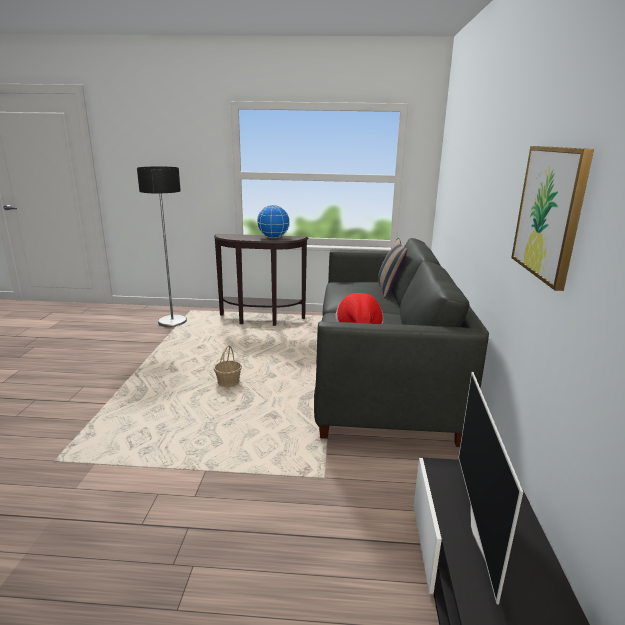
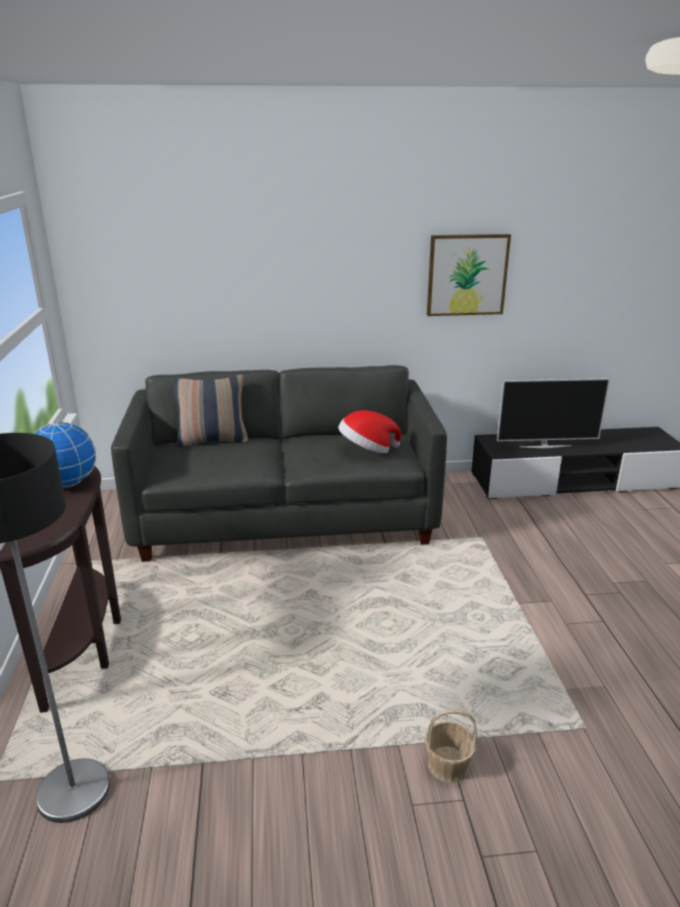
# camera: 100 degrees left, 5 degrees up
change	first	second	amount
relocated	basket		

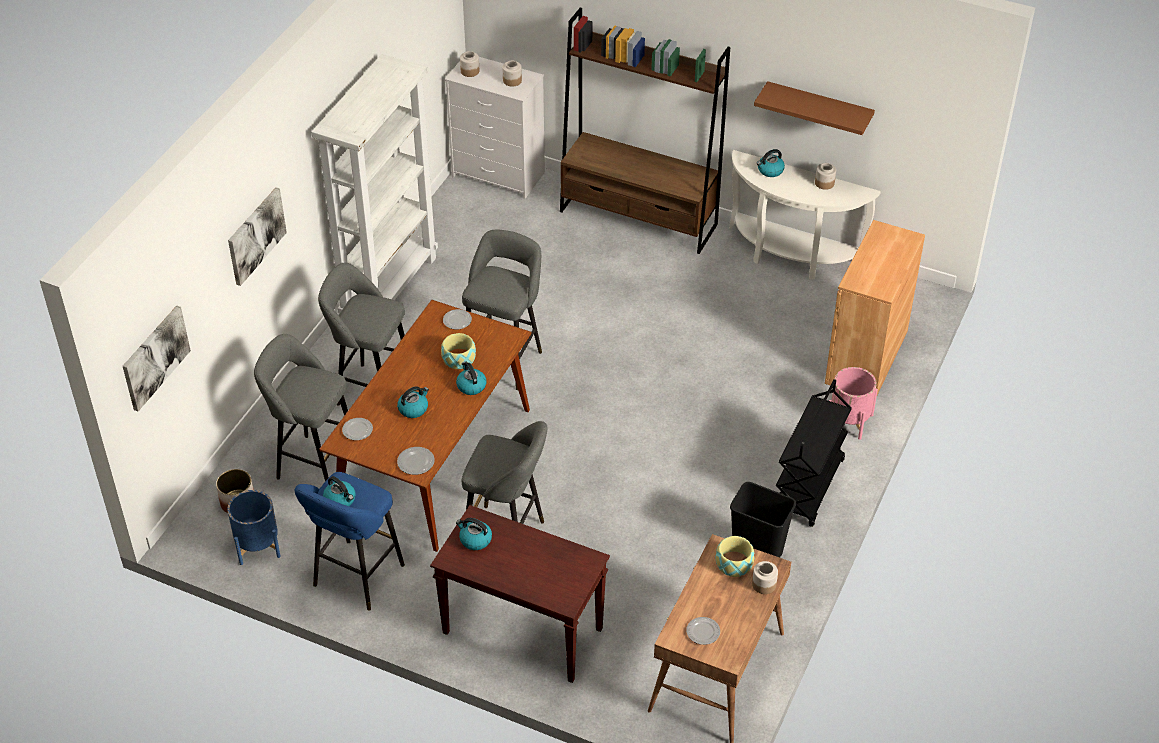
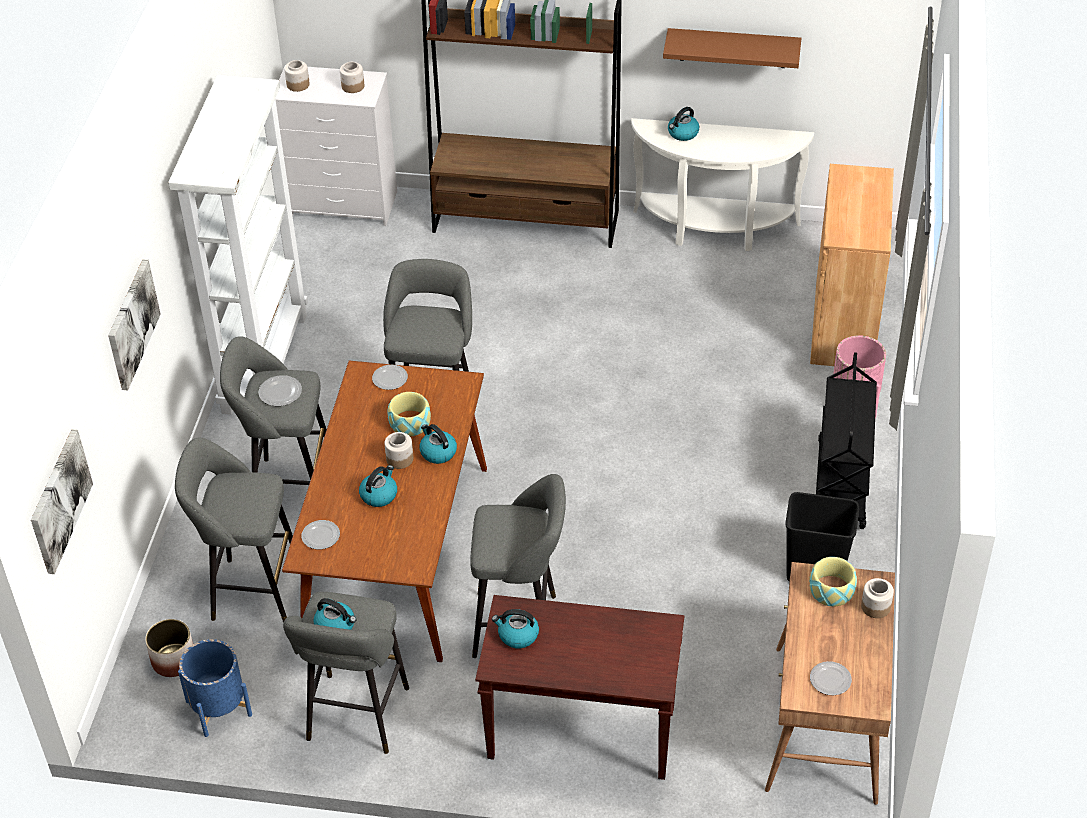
# camera: 15 degrees left, 0 degrees up
change	first	second	amount
relocated	plate (no. 2 from left in the first image)	plate (no. 1 from left)	
colour	blue stool	grey stool (no. 3 from left)	
relocated	jar (no. 4 from left in the first image)	jar (no. 3 from left)	

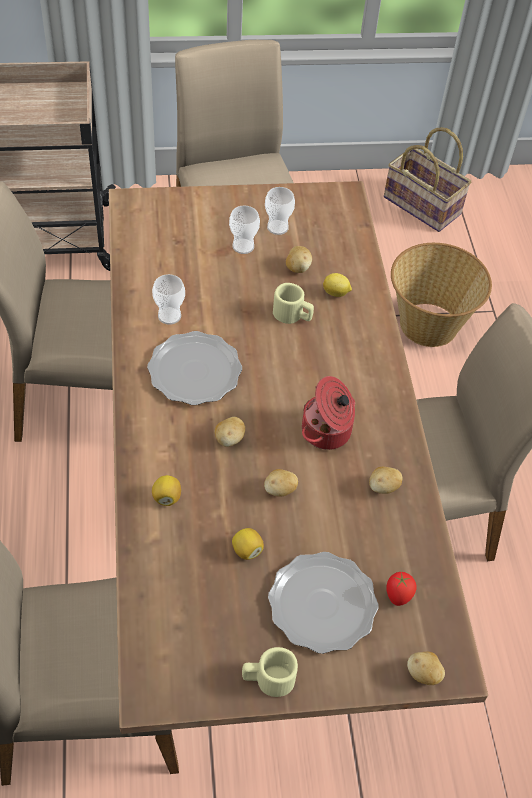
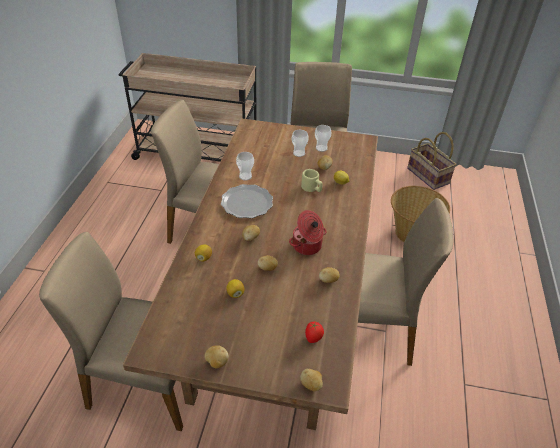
# camera: 20 degrees right, 10 degrees down
change	first	second	amount
exchanged	beige mug (no. 1 from left)	potato (no. 1 from left)	
missing	plate (no. 2 from left)		

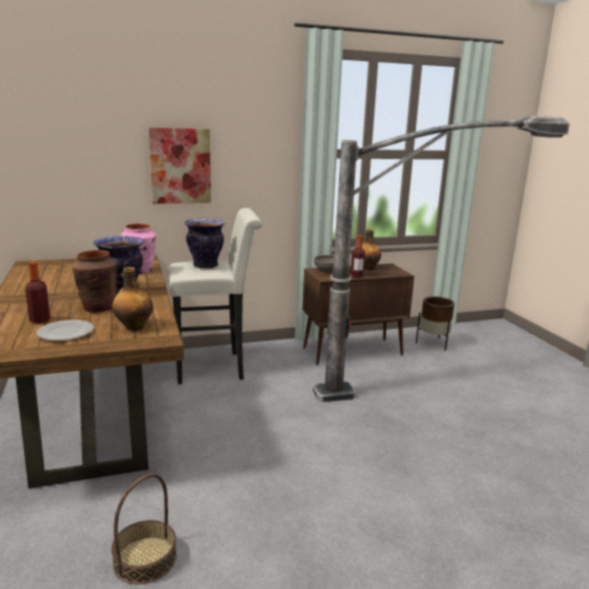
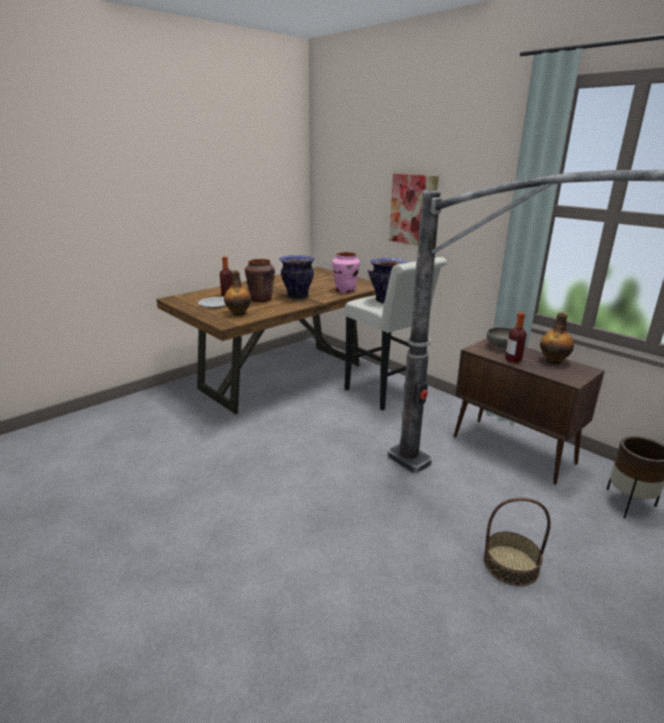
# camera: 65 degrees right, 5 degrees up
change	first	second	amount
relocated	basket		

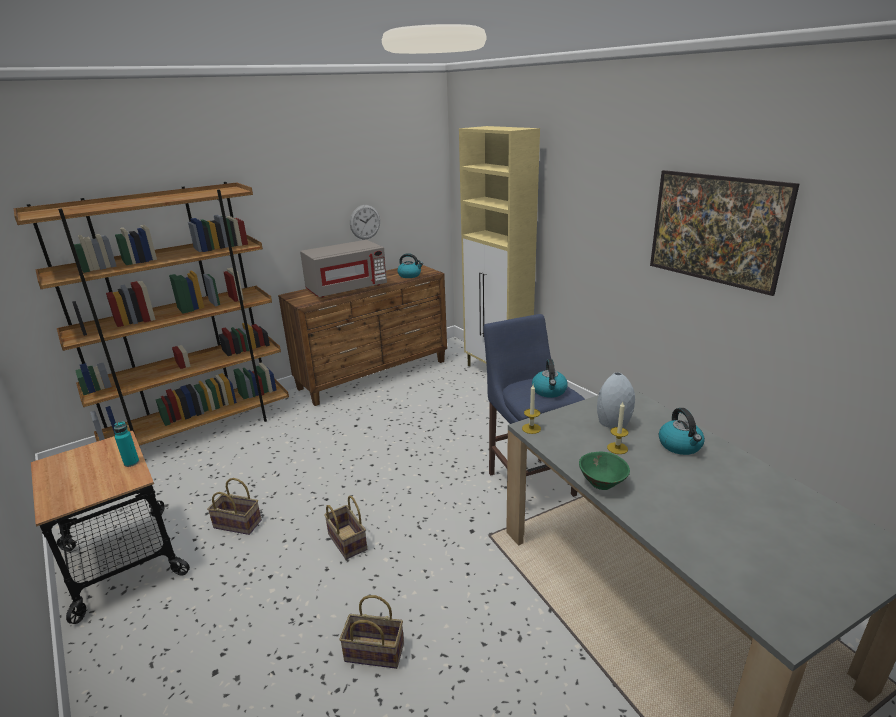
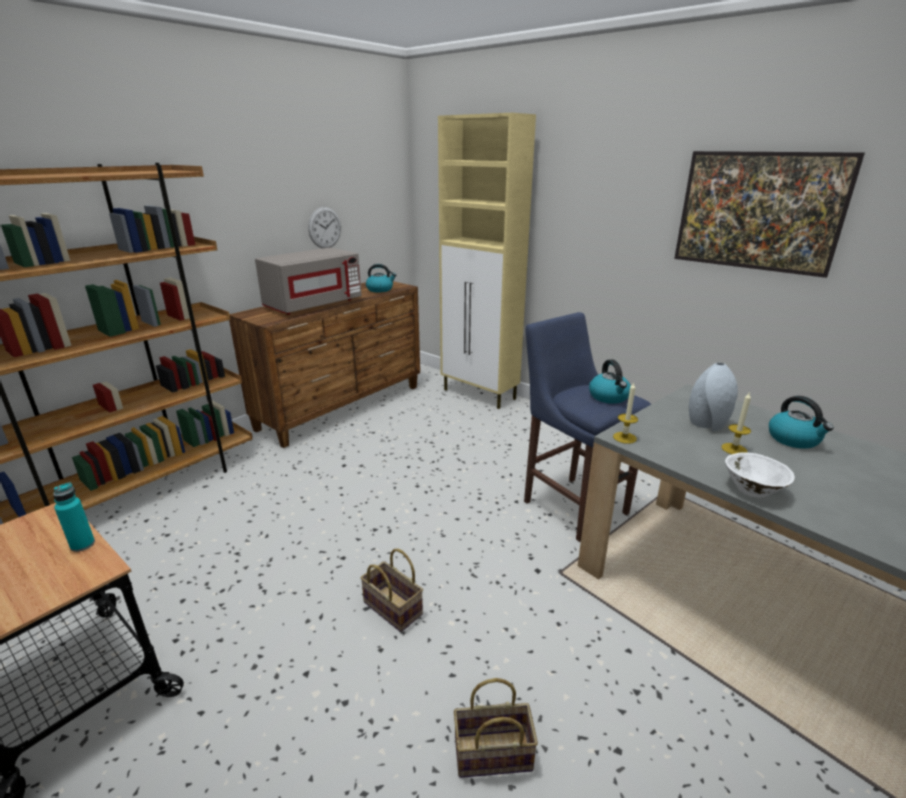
# camera: 15 degrees left, 0 degrees up
change	first	second	amount
colour	green bowl	white bowl	
missing	basket (no. 1 from left)		

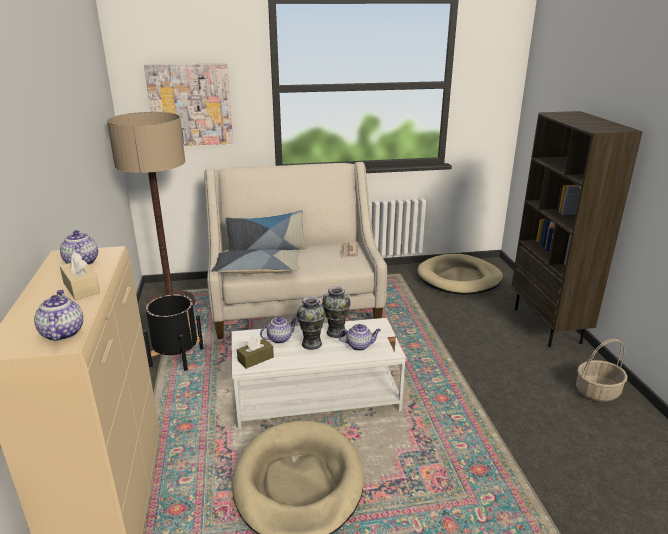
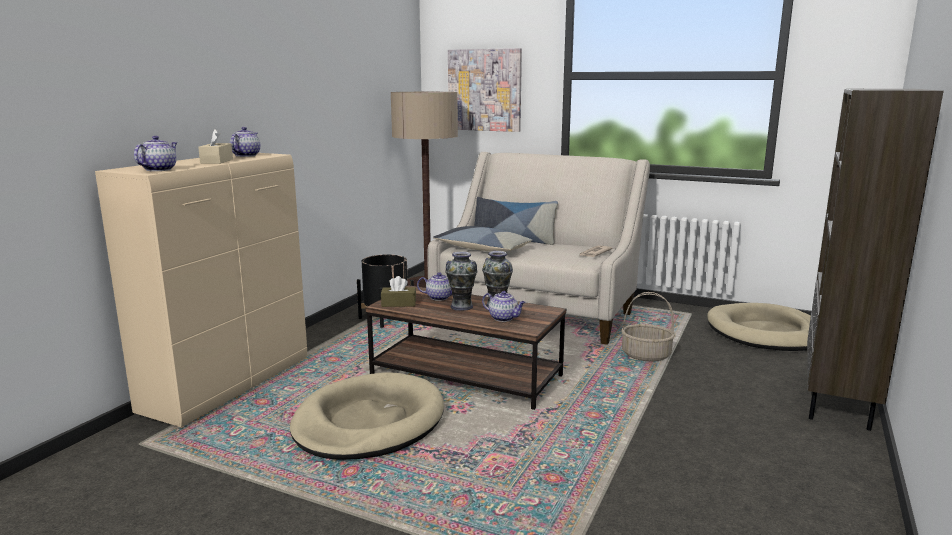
# camera: 35 degrees right, 10 degrees down
change	first	second	amount
colour	white coffee table	brown coffee table	
relocated	basket		

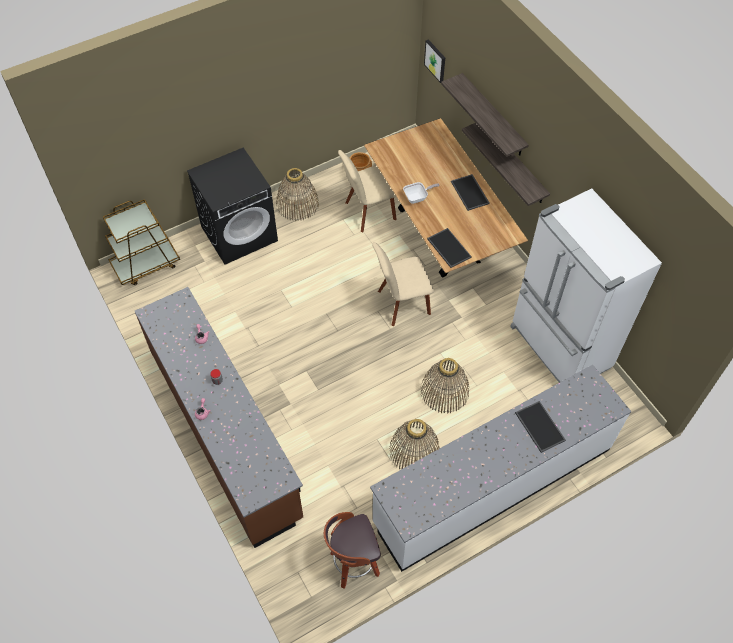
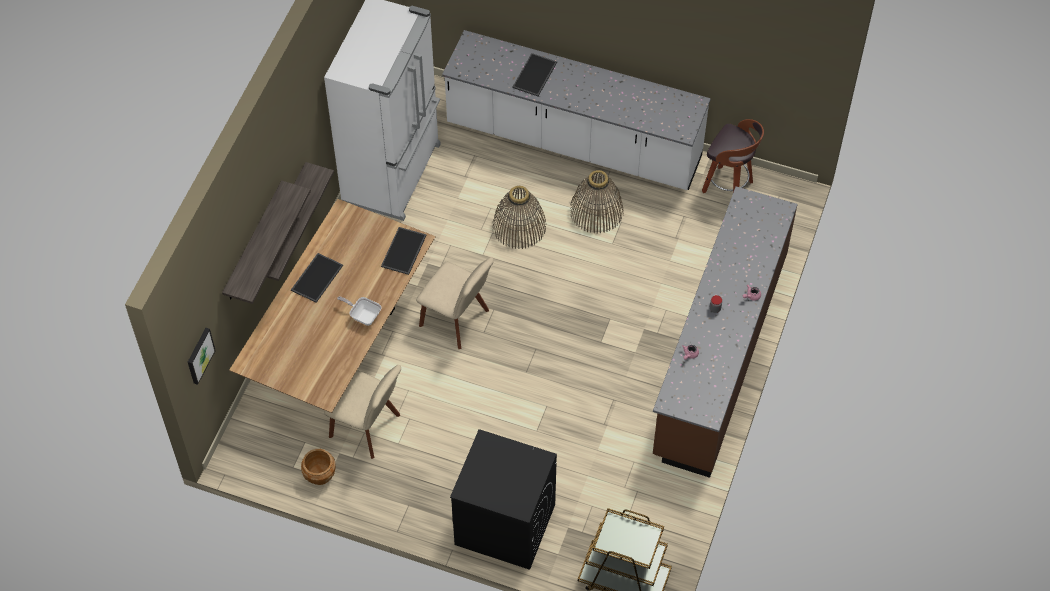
# camera: 130 degrees left, 0 degrees up
change	first	second	amount
missing	basket (no. 1 from left)		

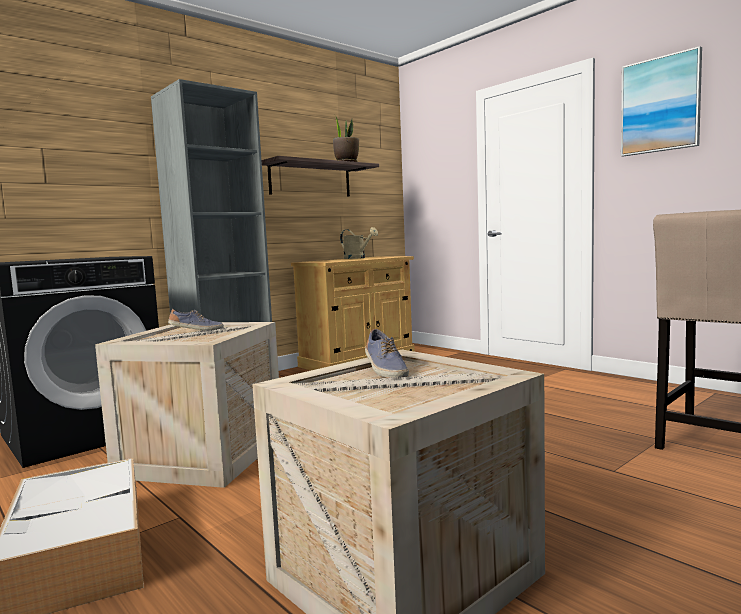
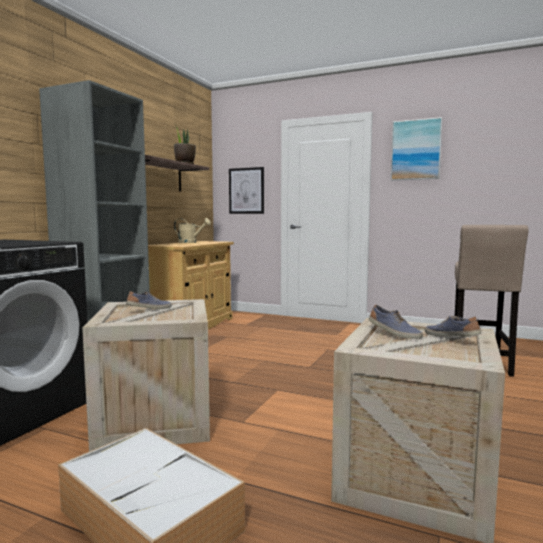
# camera: 25 degrees left, 0 degrees up
change	first	second	amount
appeared		picture (no. 1 from left)	
appeared		shoe (no. 3 from left)	

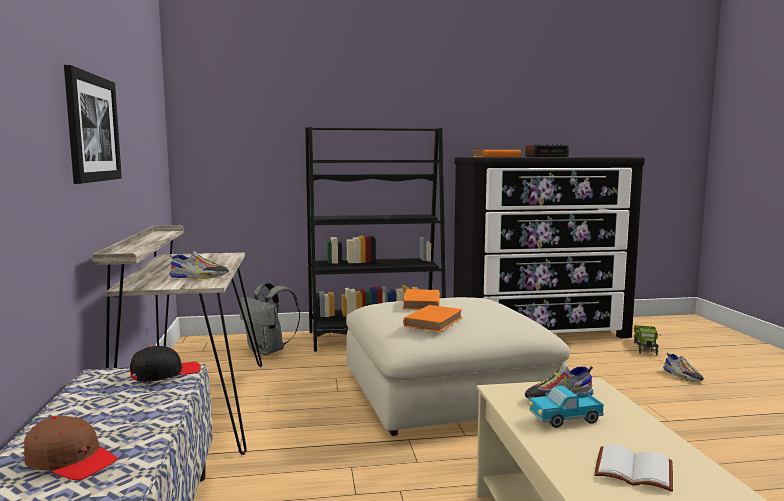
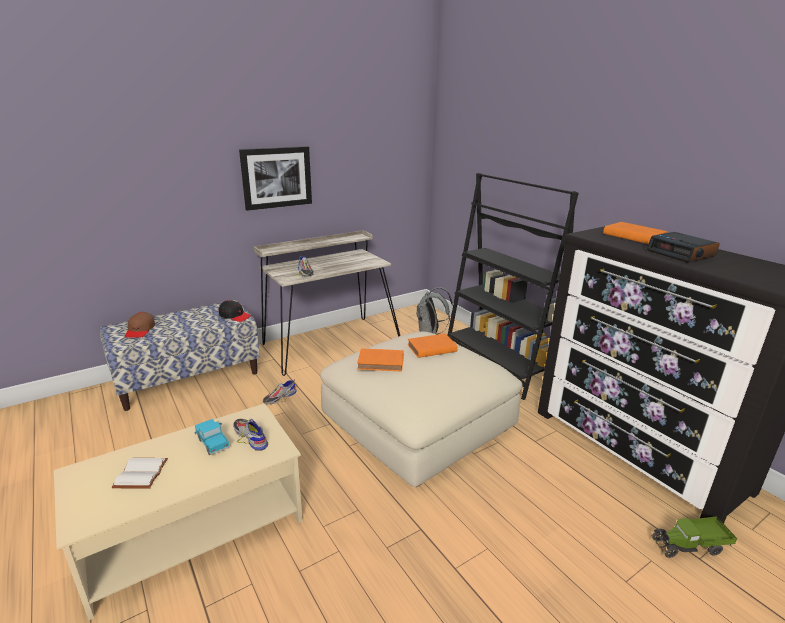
# camera: 65 degrees right, 15 degrees up
change	first	second	amount
relocated	shoe (no. 3 from left in the first image)	shoe (no. 2 from left)	

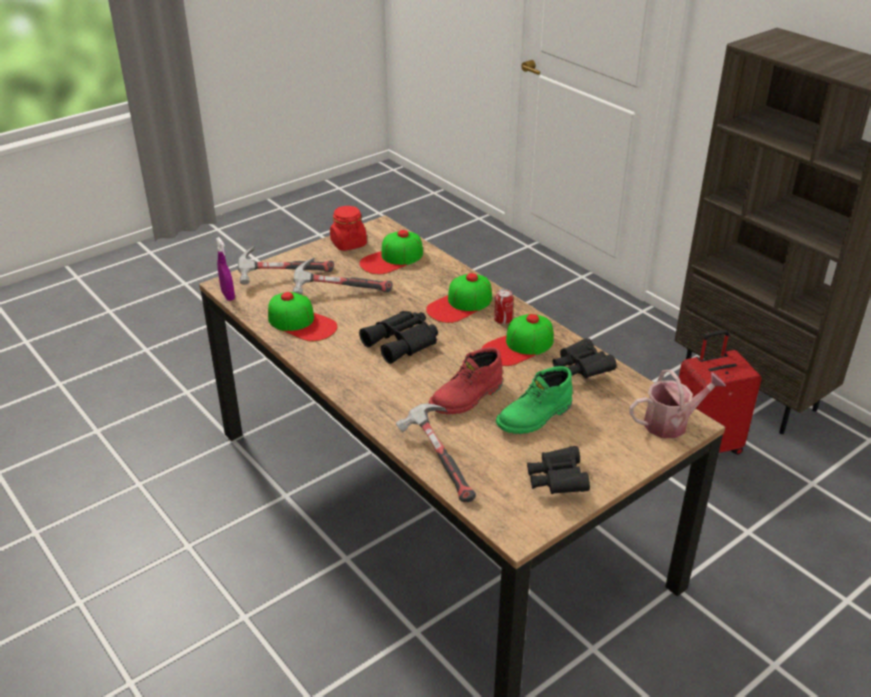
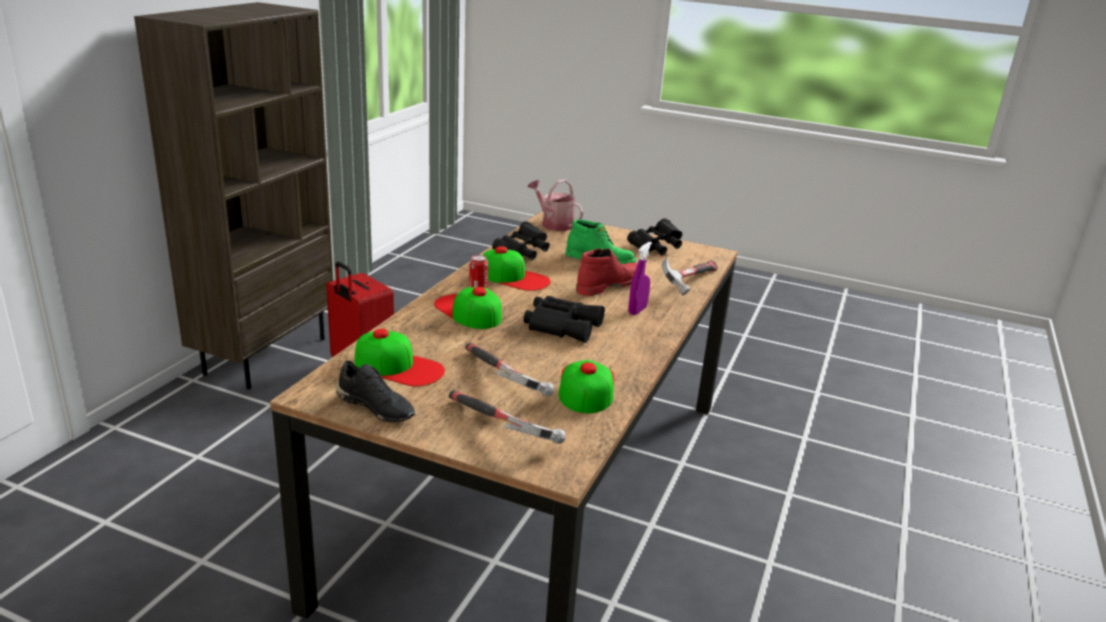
# camera: 120 degrees left, 10 degrees down
change	first	second	amount
exchanged	red jar	black shoe	
spun	cap (no. 3 from left in the first image)	cap (no. 2 from left)	150 degrees counterclockwise
spun	red boot		60 degrees counterclockwise
relocated	purple spray bottle		

